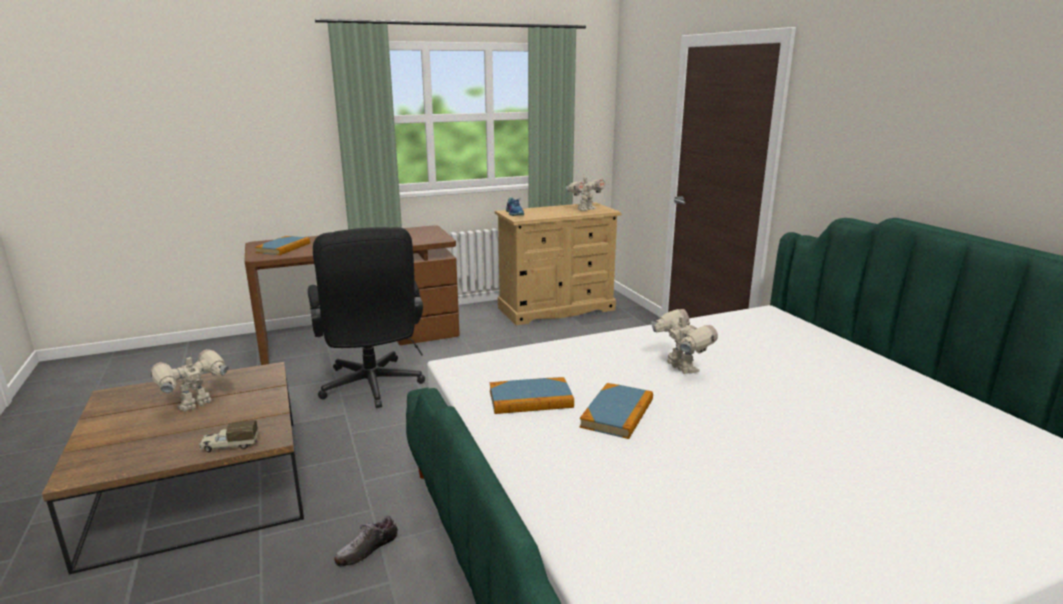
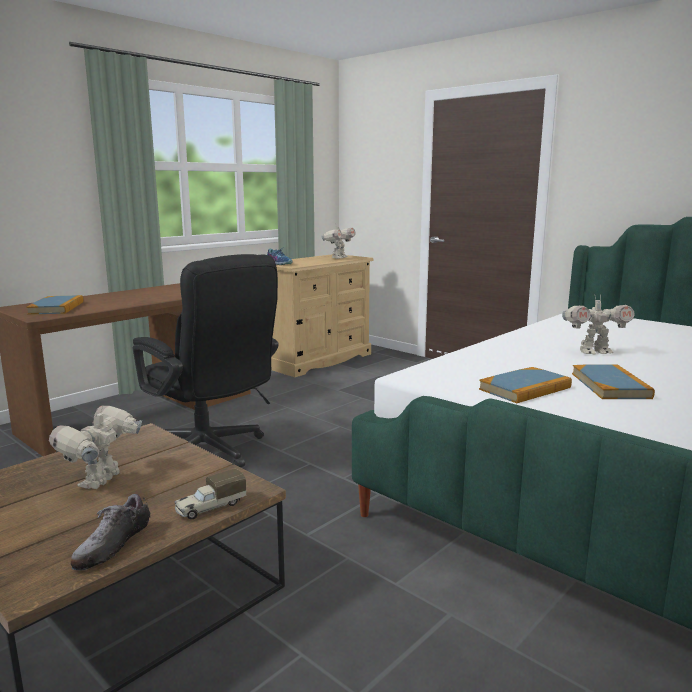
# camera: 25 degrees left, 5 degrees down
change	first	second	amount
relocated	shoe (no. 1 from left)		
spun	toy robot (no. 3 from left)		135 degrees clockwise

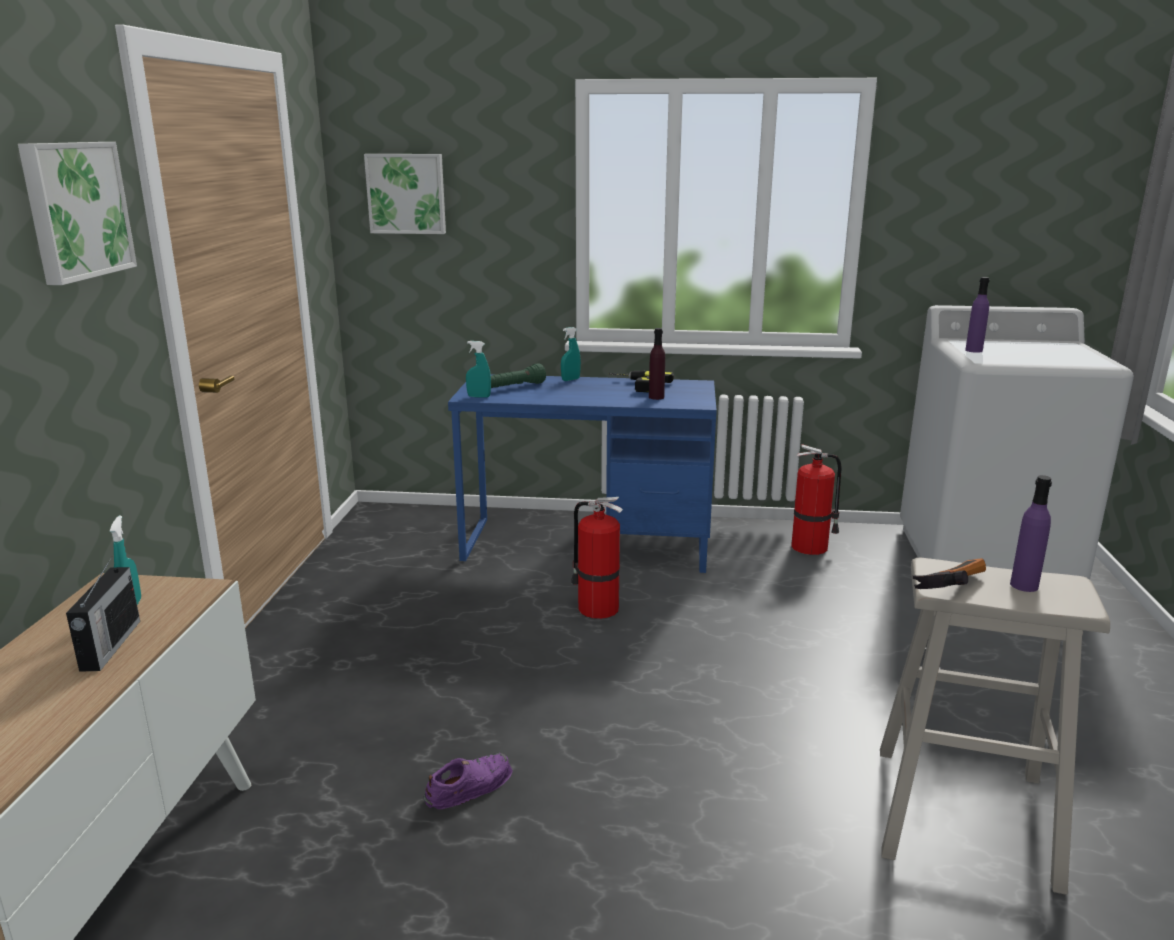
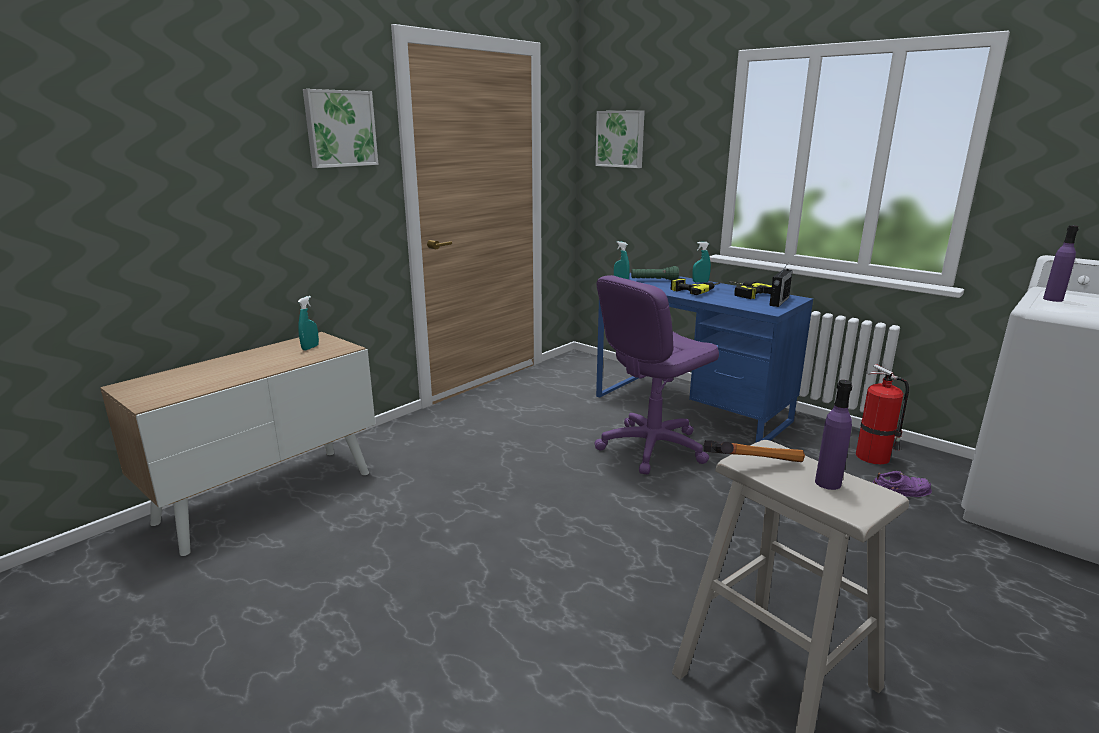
# camera: 35 degrees right, 0 degrees up
change	first	second	amount
exchanged	fire extinguisher (no. 1 from left)	purple office chair	
appeared		power drill (no. 1 from left)	
relocated	radio		
relocated	purple shoe		
missing	purple bottle (no. 1 from left)		

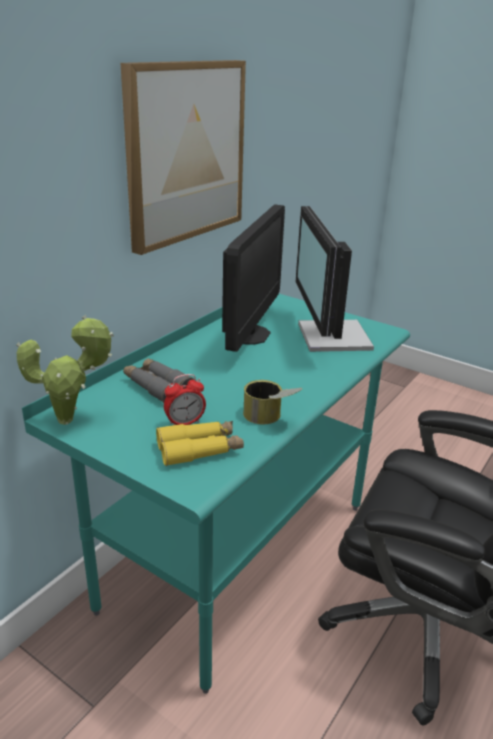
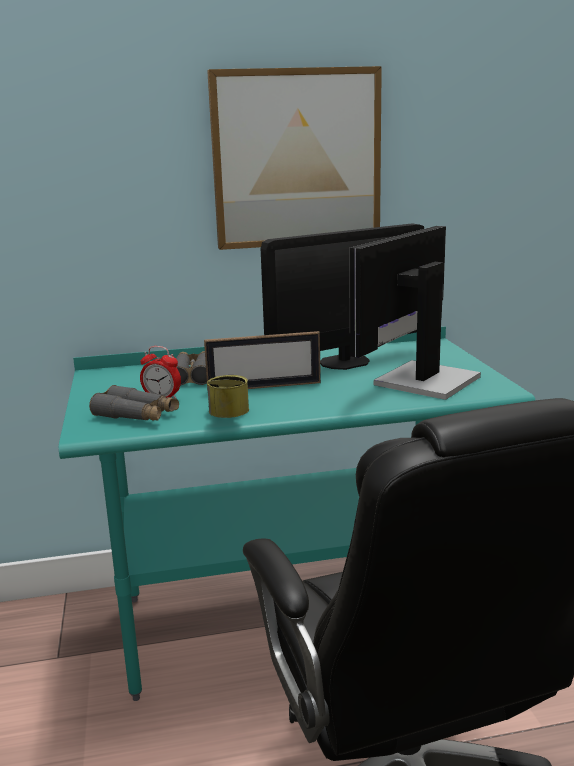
# camera: 45 degrees right, 10 degrees down
change	first	second	amount
colour	yellow binoculars	grey binoculars (no. 1 from left)	
appeared		picture frame	
missing	potted plant		

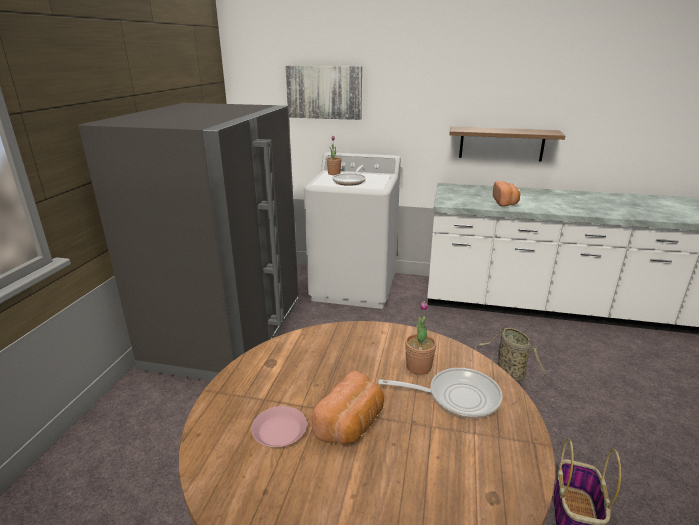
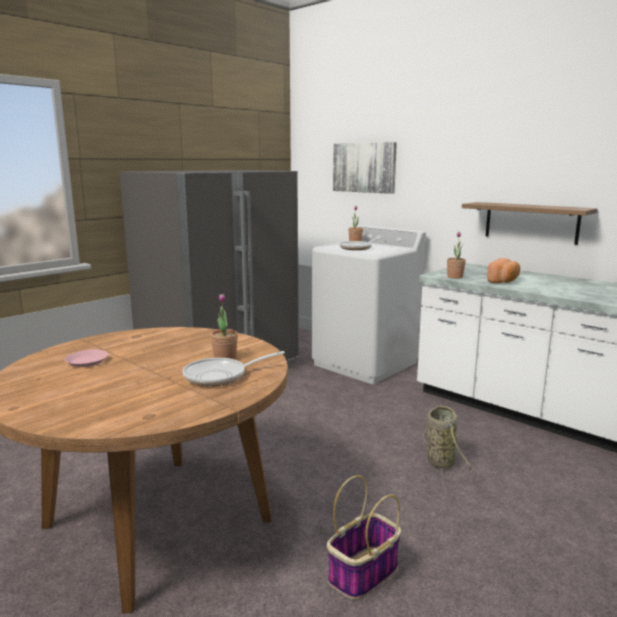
# camera: 30 degrees right, 10 degrees down
change	first	second	amount
spun	frying pan (no. 2 from left in the first image)	frying pan (no. 1 from left)	120 degrees clockwise
appeared		potted plant (no. 3 from left)	
missing	bread (no. 1 from left)		

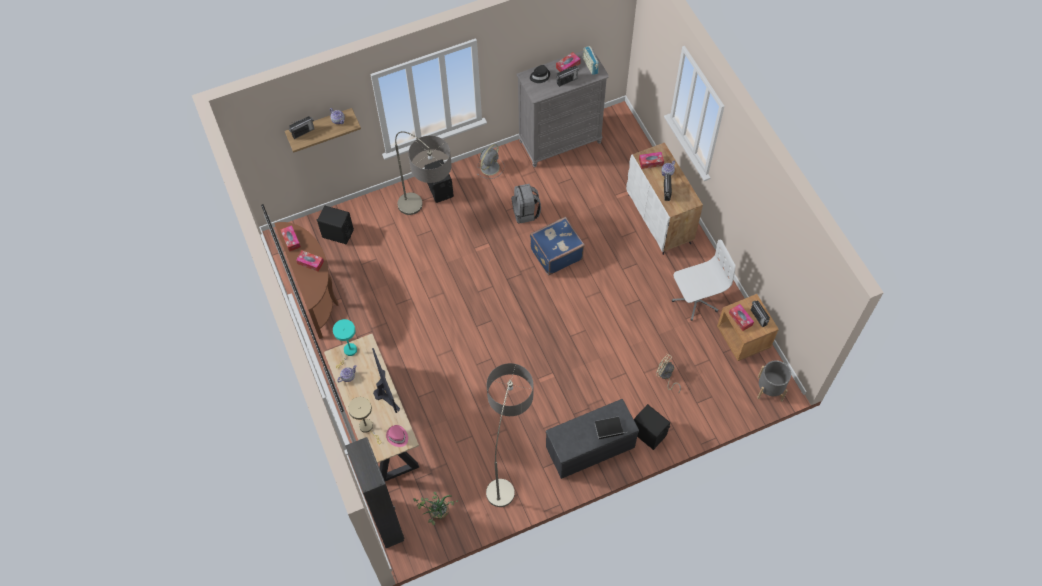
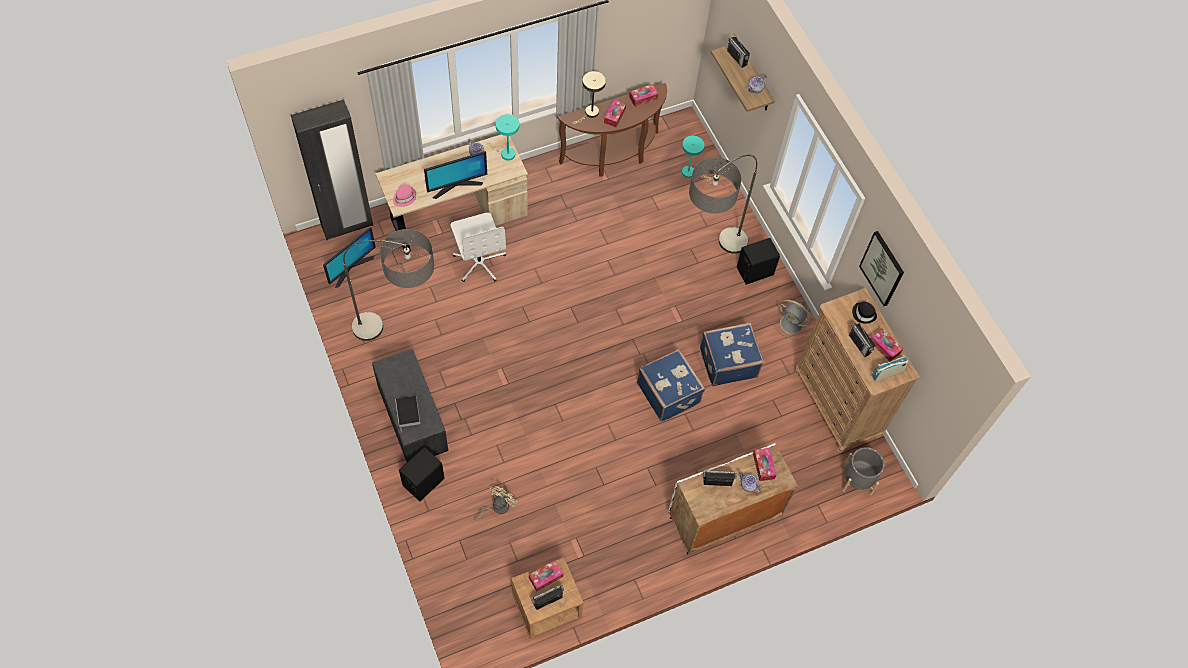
# camera: 85 degrees right, 0 degrees up
change	first	second	amount
exchanged	potted plant	monitor (no. 1 from left)	
relocated	white office chair		
relocated	beige table lamp		
exchanged	black speaker (no. 1 from left)	turquoise table lamp (no. 2 from left)	
exchanged	grey backpack	blue suitcase (no. 2 from left)	
colour	grey dresser	brown dresser	
relocated	grey planter		
appeared		picture	

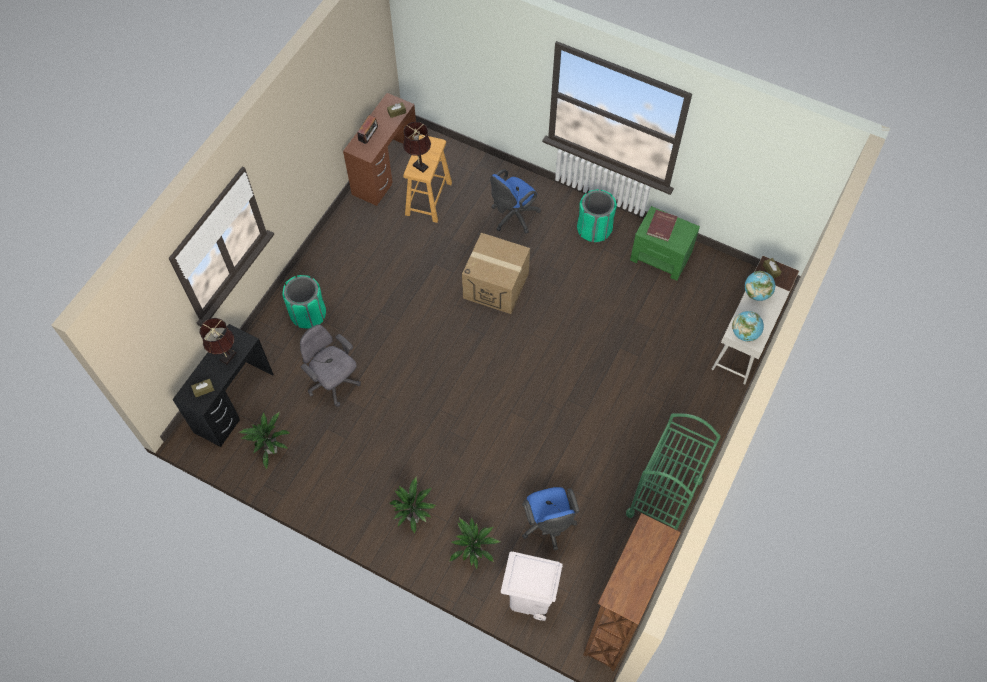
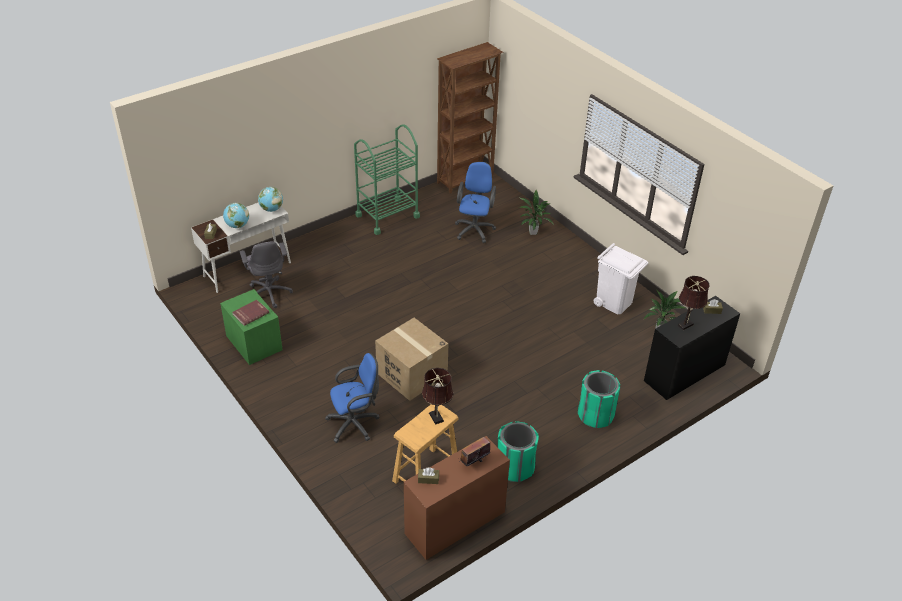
# camera: 155 degrees left, 20 degrees down
change	first	second	amount
relocated	grey office chair		
relocated	green trash can (no. 2 from left in the first image)	green trash can (no. 1 from left)	
relocated	white trash can		
missing	potted plant (no. 2 from left)		

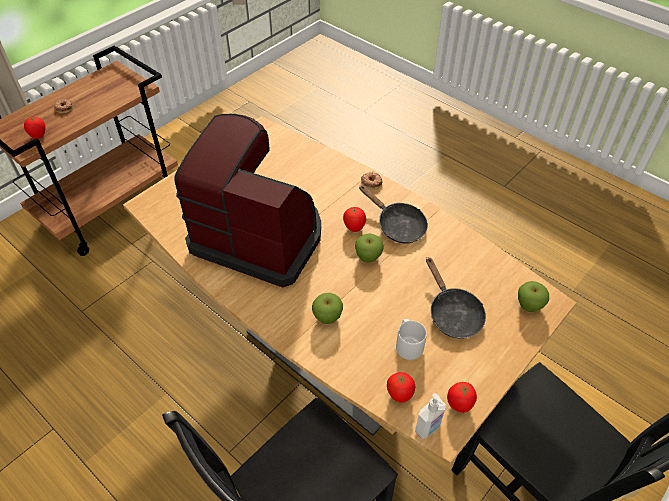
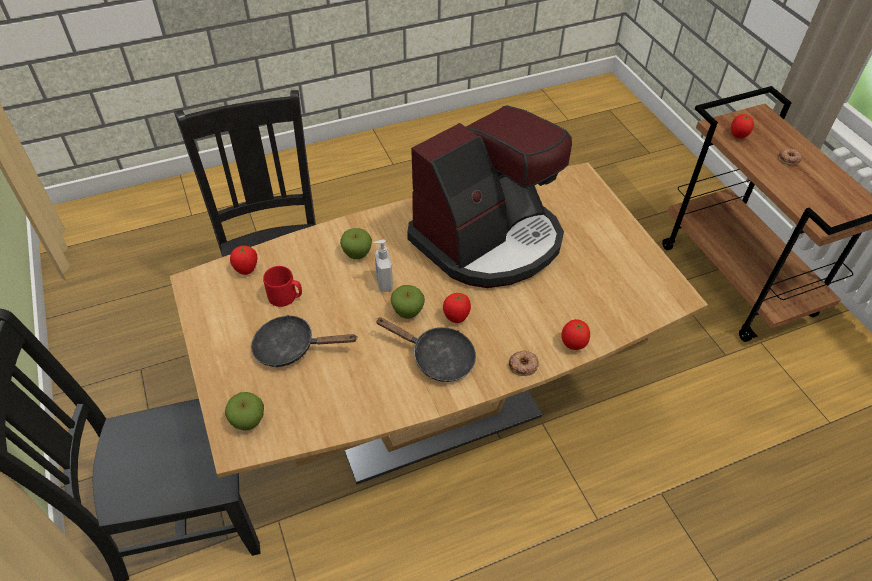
# camera: 115 degrees right, 0 degrees up
change	first	second	amount
colour	grey mug	red mug	
relocated	soap dispenser		
spun	black frying pan (no. 1 from left in the first image)	black frying pan (no. 2 from left)	135 degrees counterclockwise
relocated	tomato (no. 4 from left in the first image)	tomato (no. 3 from left)	

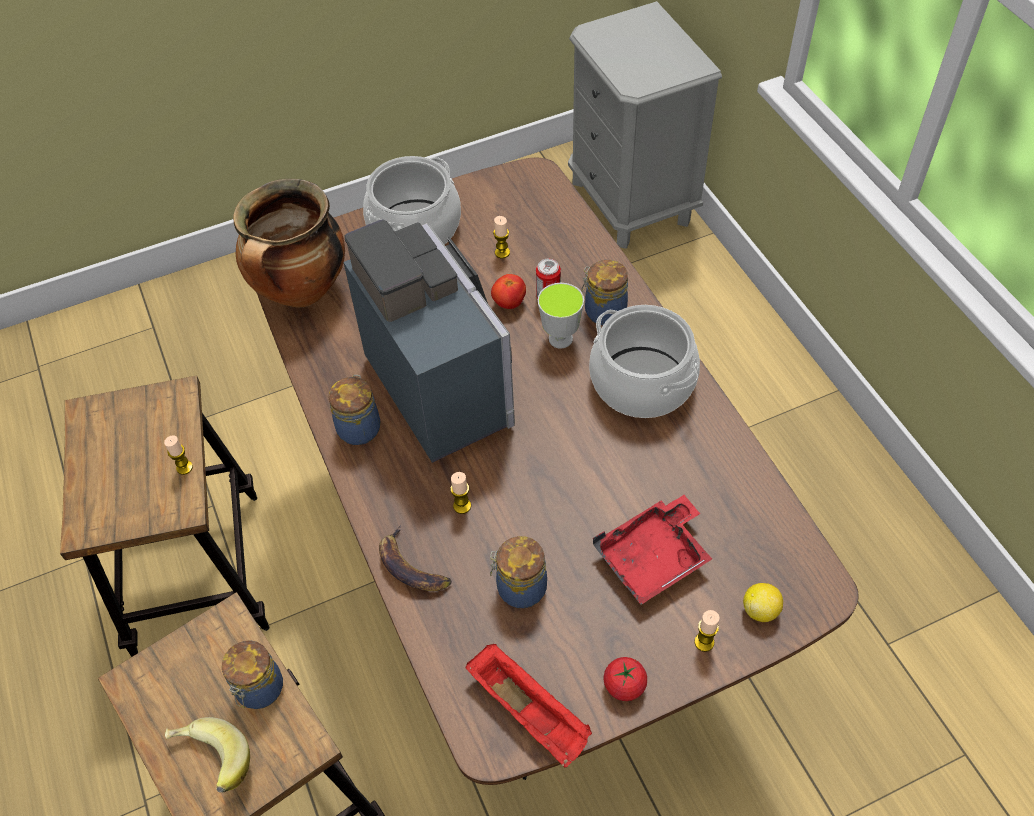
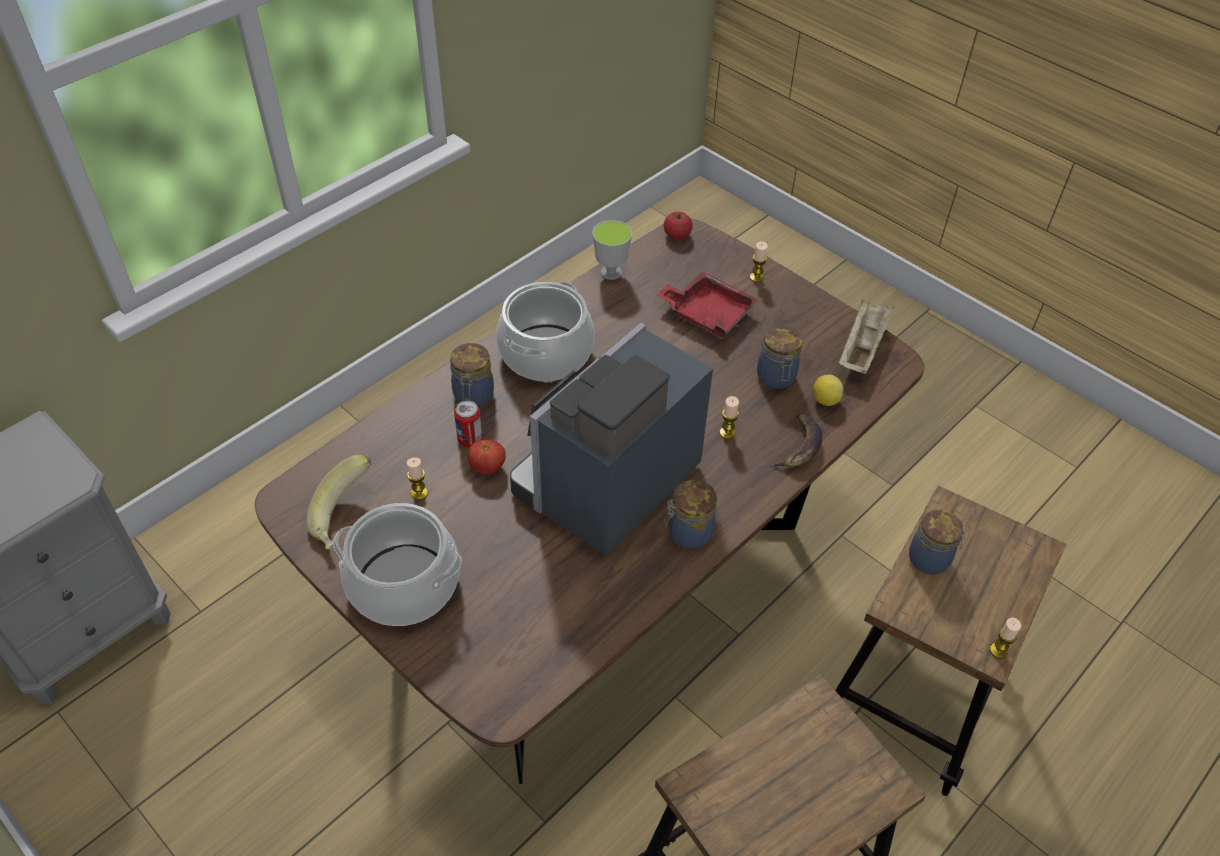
# camera: 115 degrees left, 5 degrees down
change	first	second	amount
relocated	banana (no. 1 from left)		
relocated	cup		
relocated	tomato (no. 2 from left)		
relocated	lemon		
colour	red tray (no. 1 from left)	beige tray	
relocated	candle (no. 1 from left in the first image)	candle (no. 4 from left)	
missing	cooking pot (no. 1 from left)		

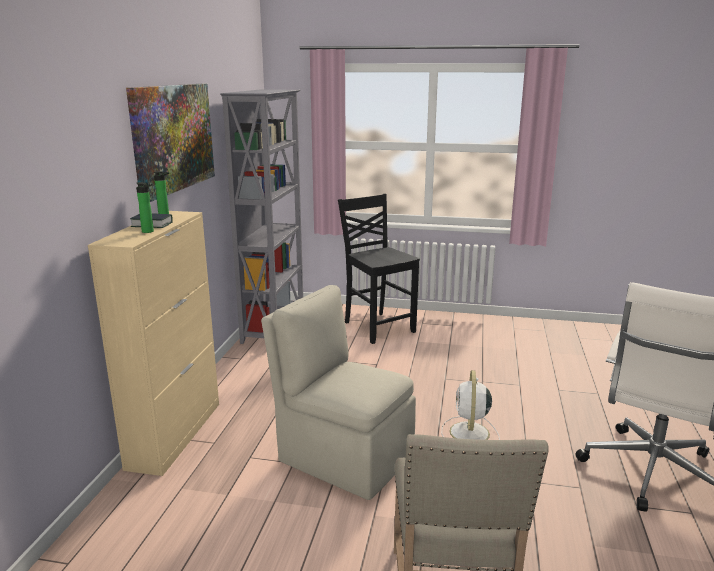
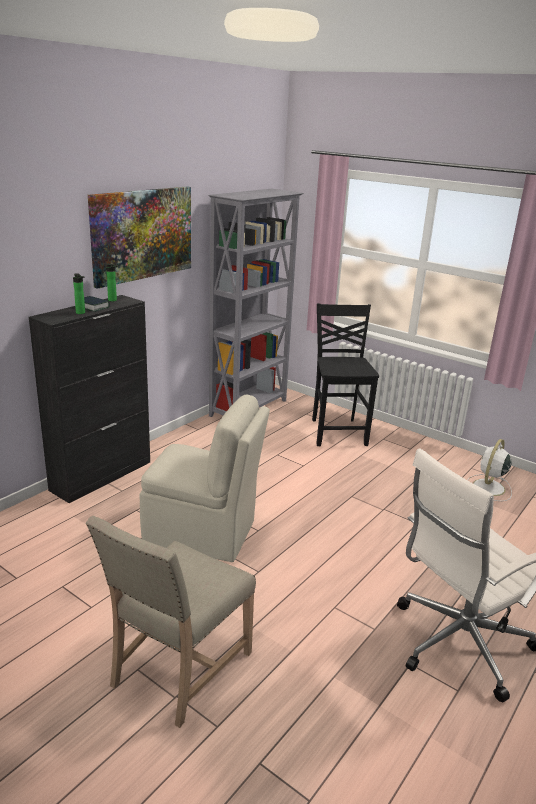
# camera: 25 degrees right, 5 degrees up
change	first	second	amount
colour	beige cabinet	black cabinet	
spun	beige chair (no. 1 from left in the first image)	beige chair (no. 2 from left)	135 degrees clockwise
relocated	white fan		

